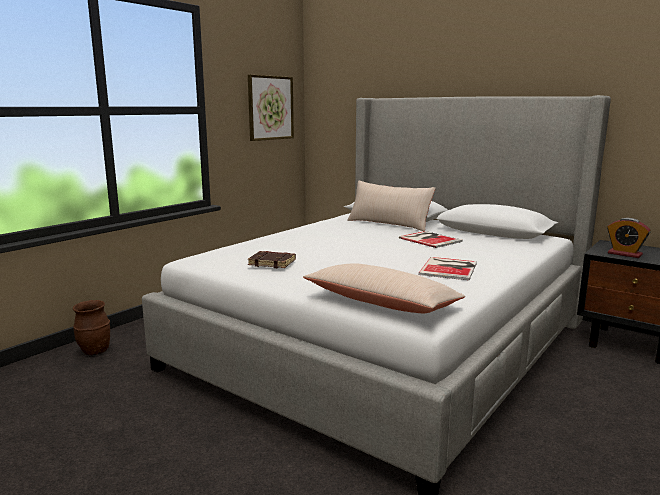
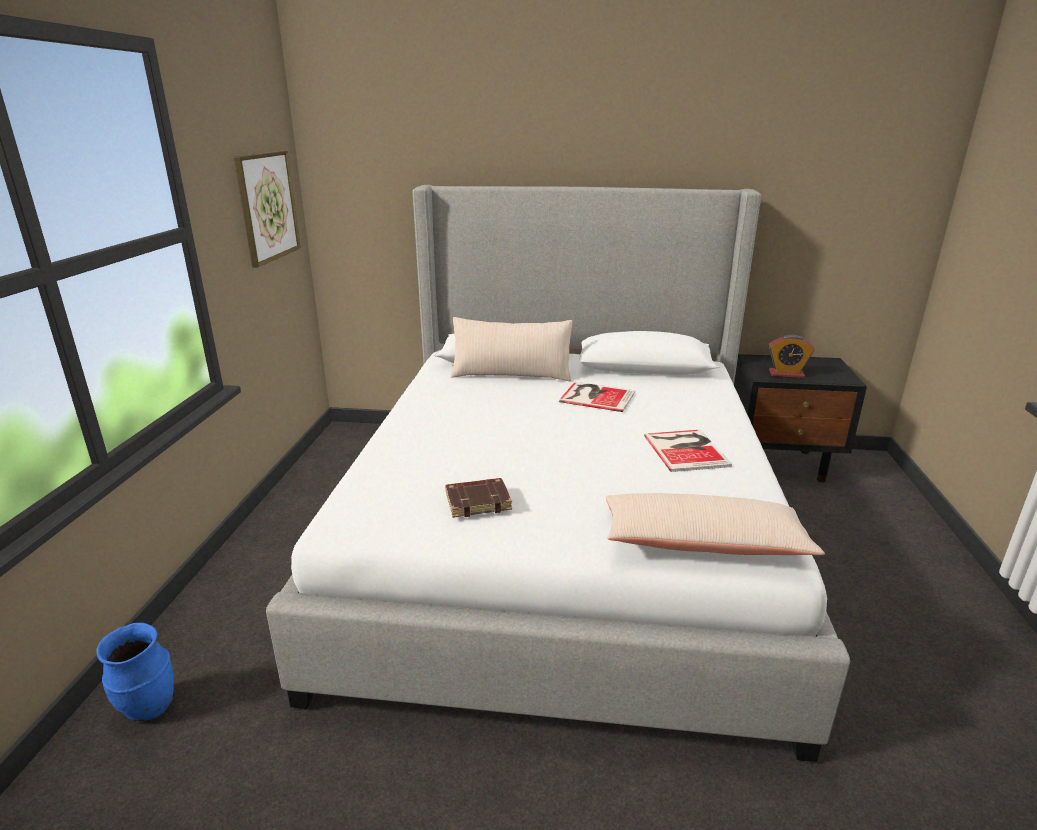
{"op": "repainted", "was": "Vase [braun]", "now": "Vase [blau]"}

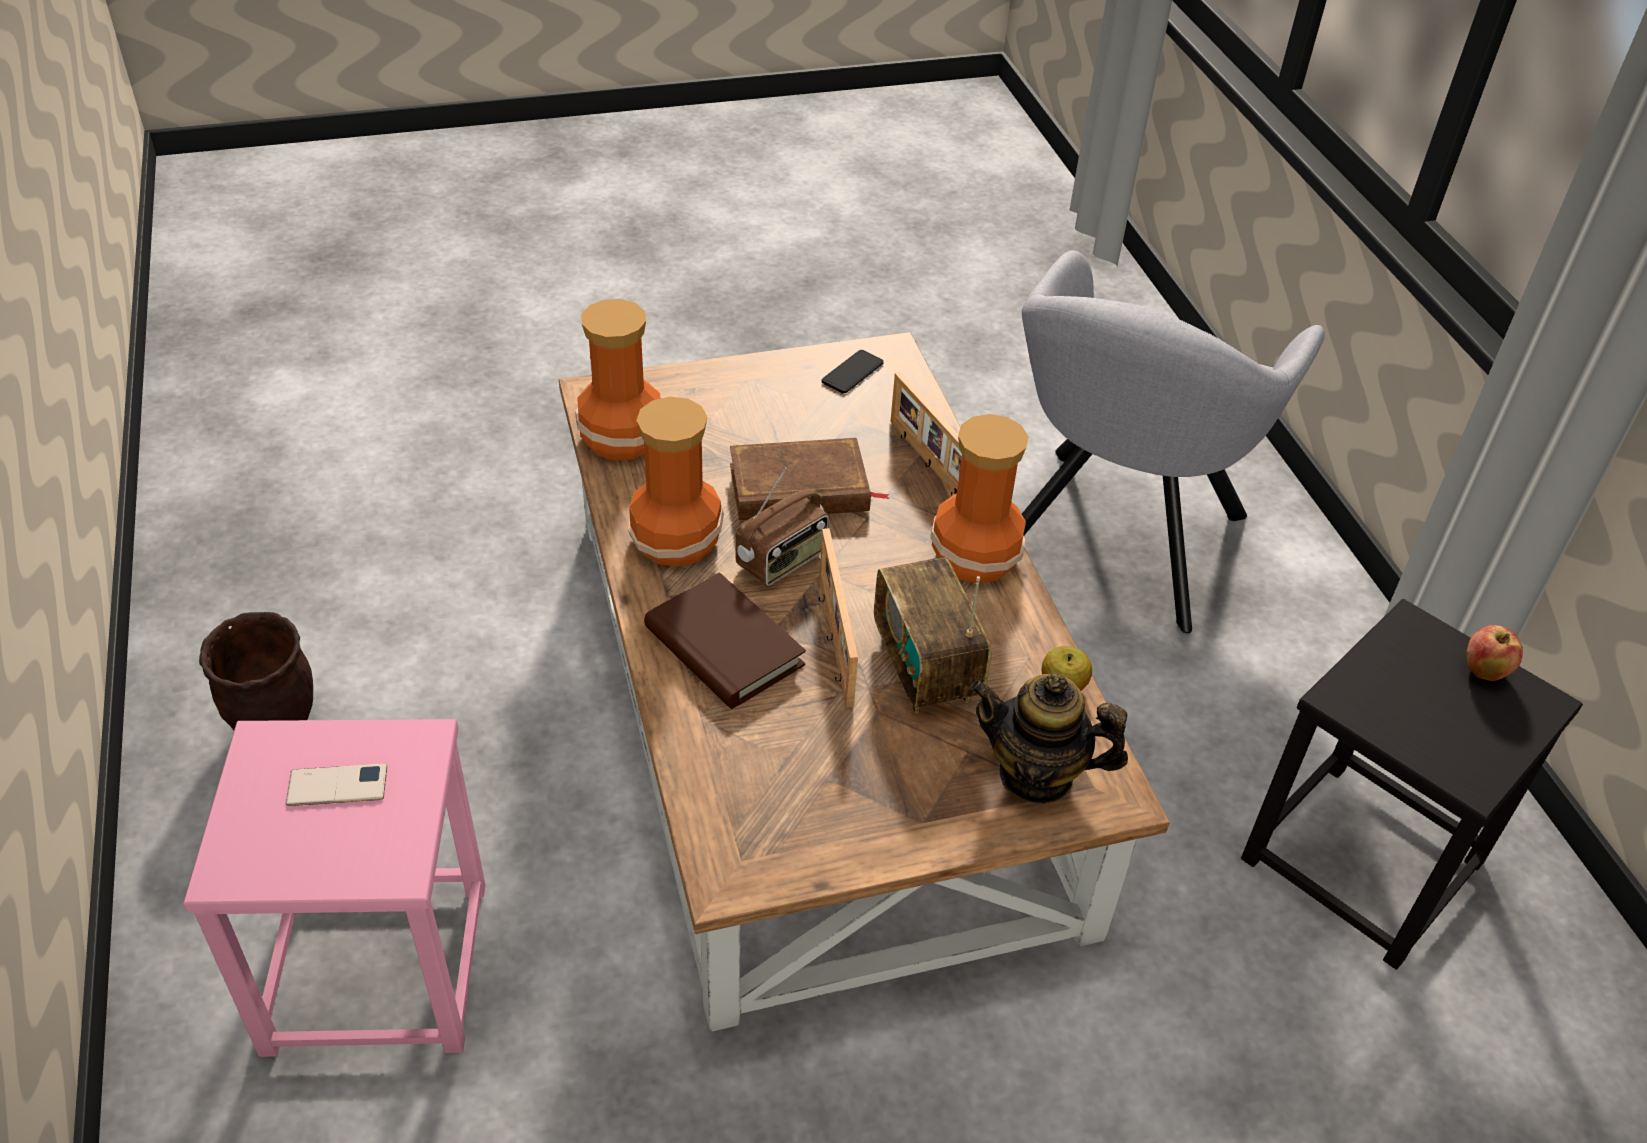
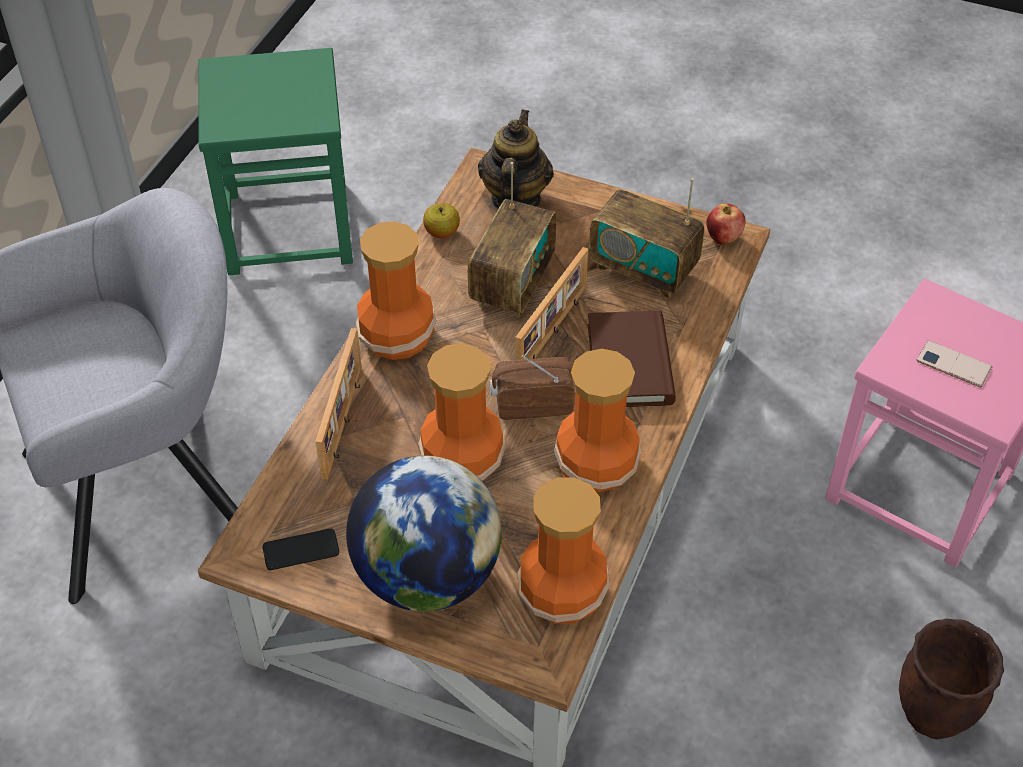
{"op": "swapped", "was": "Buch [braun] (no. 2 from left)", "now": "Vase (no. 2 from left)"}
{"op": "repainted", "was": "Hocker [schwarz]", "now": "Hocker [grün]"}
{"op": "shifted", "was": "Apfel (no. 2 from left)"}
{"op": "rotated", "was": "Teekanne", "clockwise": -135}
{"op": "new", "now": "Radio (no. 3 from left)"}
{"op": "new", "now": "Globus"}

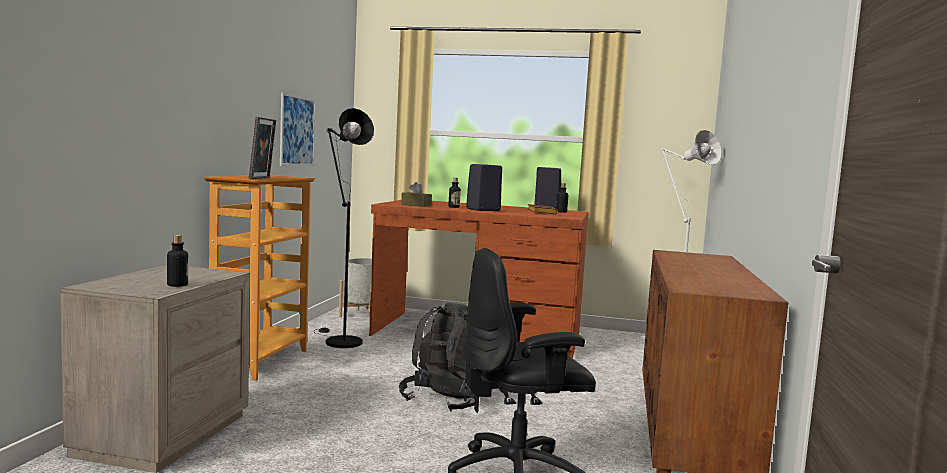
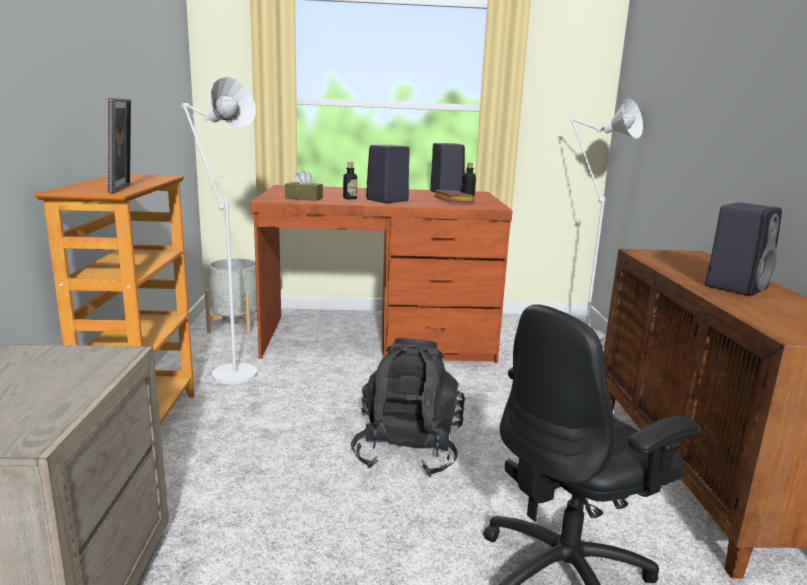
{"op": "gone", "was": "Bild"}
{"op": "repainted", "was": "Stehlampe [schwarz]", "now": "Stehlampe [weiß] (no. 1 from left)"}
{"op": "gone", "was": "Flasche (no. 1 from left)"}
{"op": "new", "now": "Lautsprecher [schwarz] (no. 3 from left)"}

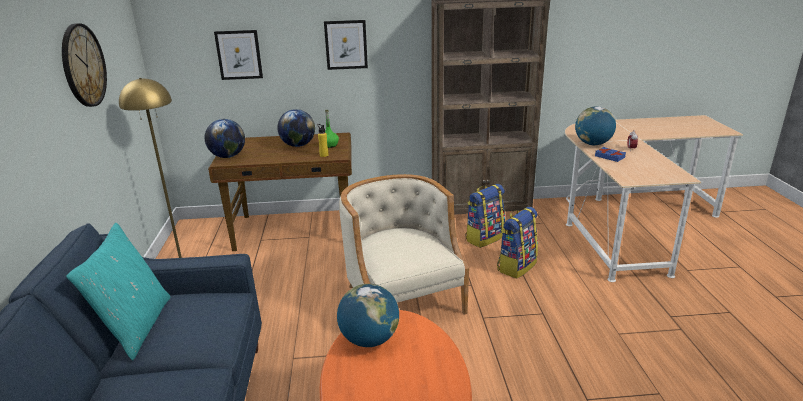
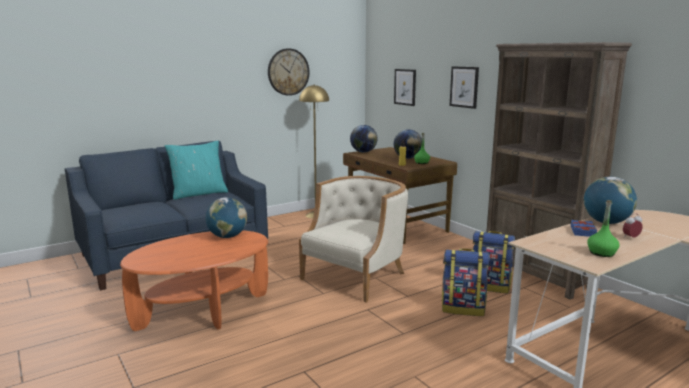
{"op": "new", "now": "Flasche [grün] (no. 2 from left)"}

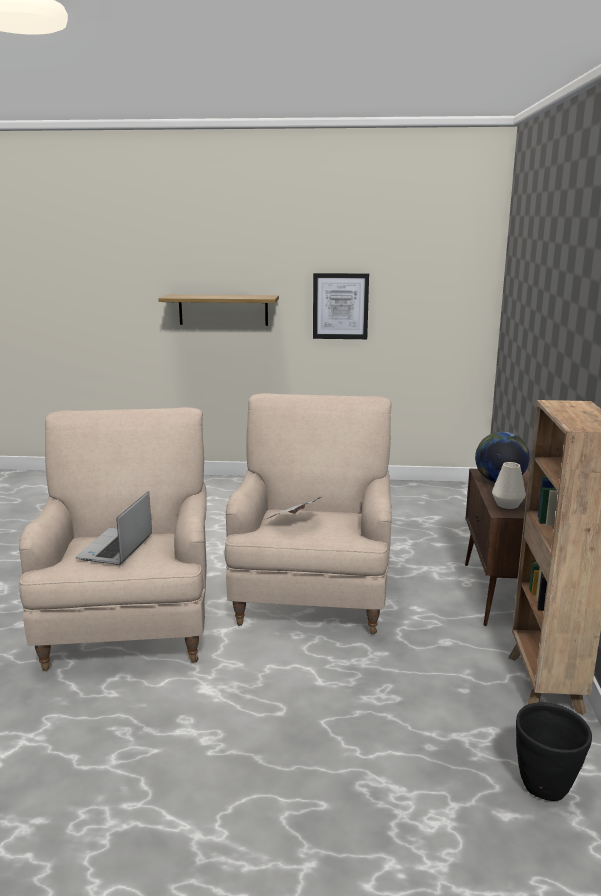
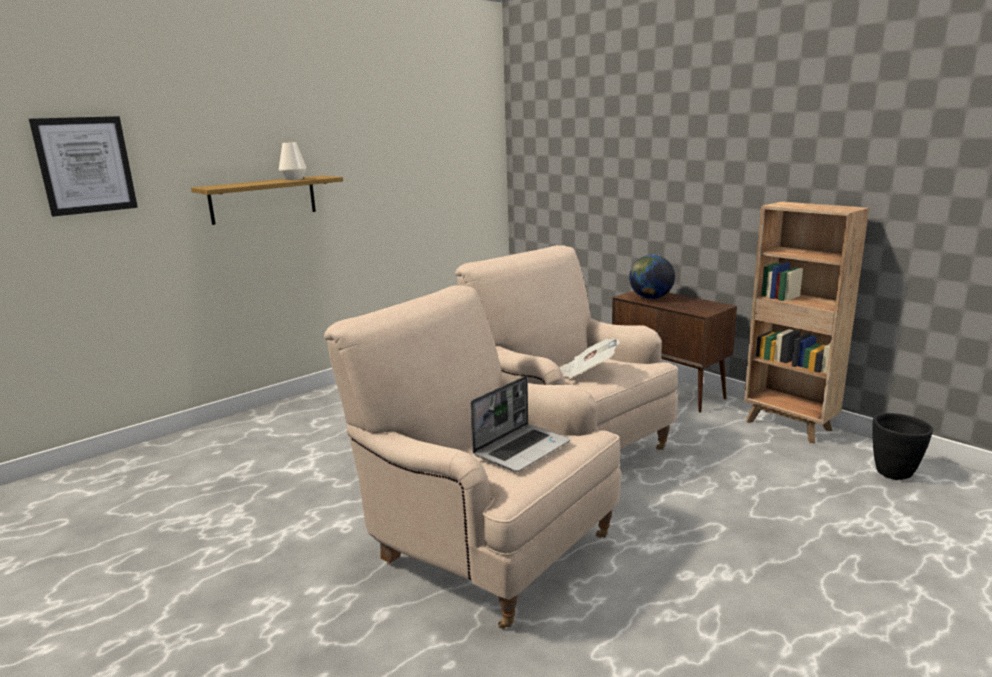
{"op": "shifted", "was": "Bild"}
{"op": "shifted", "was": "Vase [weiß]"}
{"op": "rotated", "was": "Laptop", "clockwise": -105}

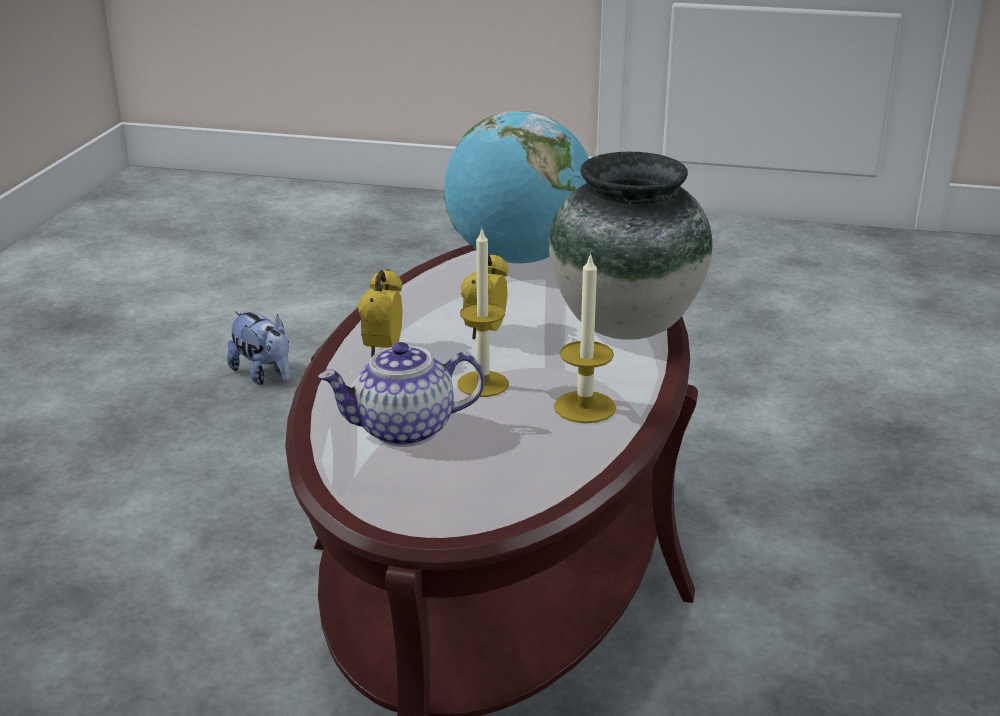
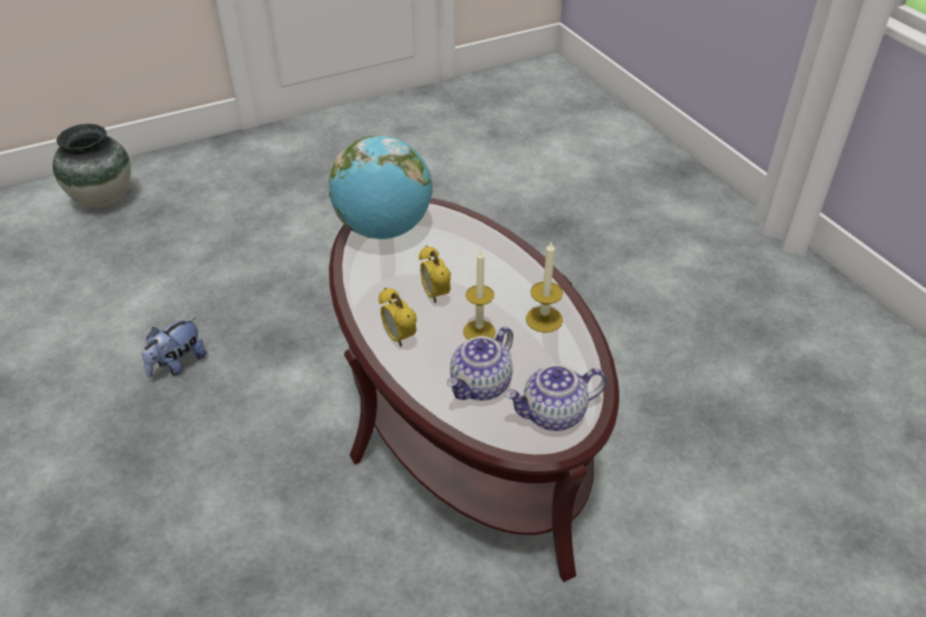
{"op": "shifted", "was": "Vase"}
{"op": "rotated", "was": "Plüschtier", "clockwise": 120}
{"op": "new", "now": "Teekanne (no. 2 from left)"}

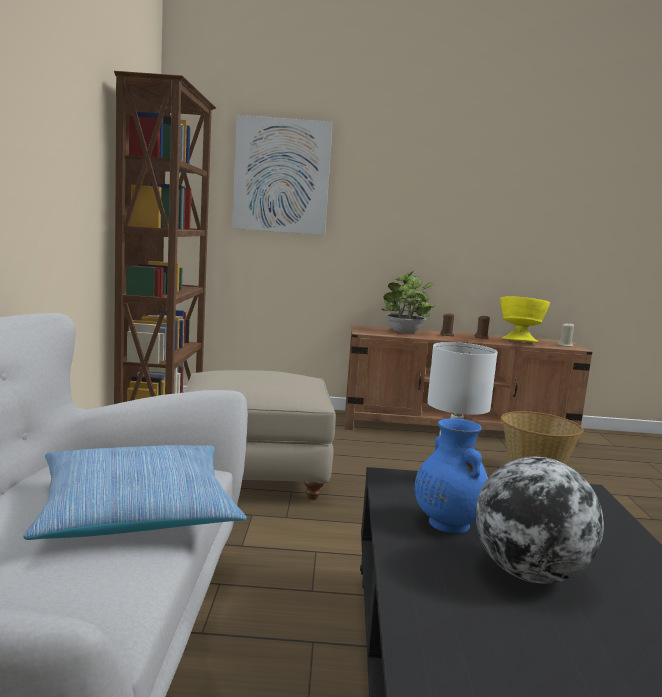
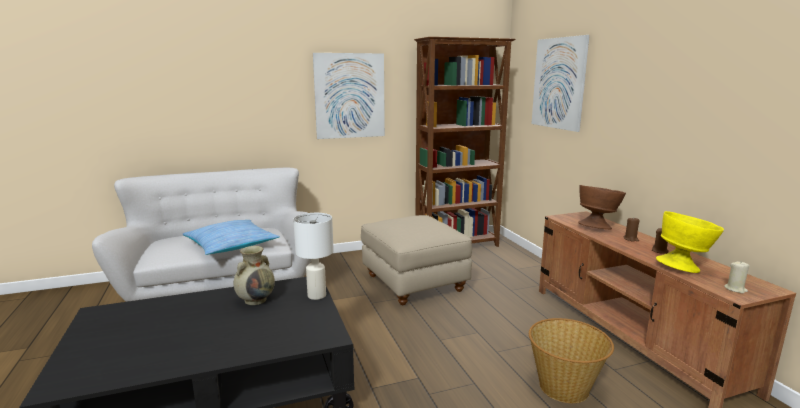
{"op": "swapped", "was": "Topfpflanze", "now": "Schüssel [braun]"}
{"op": "repainted", "was": "Vase [blau]", "now": "Vase [beige]"}
{"op": "gone", "was": "Globus"}
{"op": "new", "now": "Bild (no. 1 from left)"}

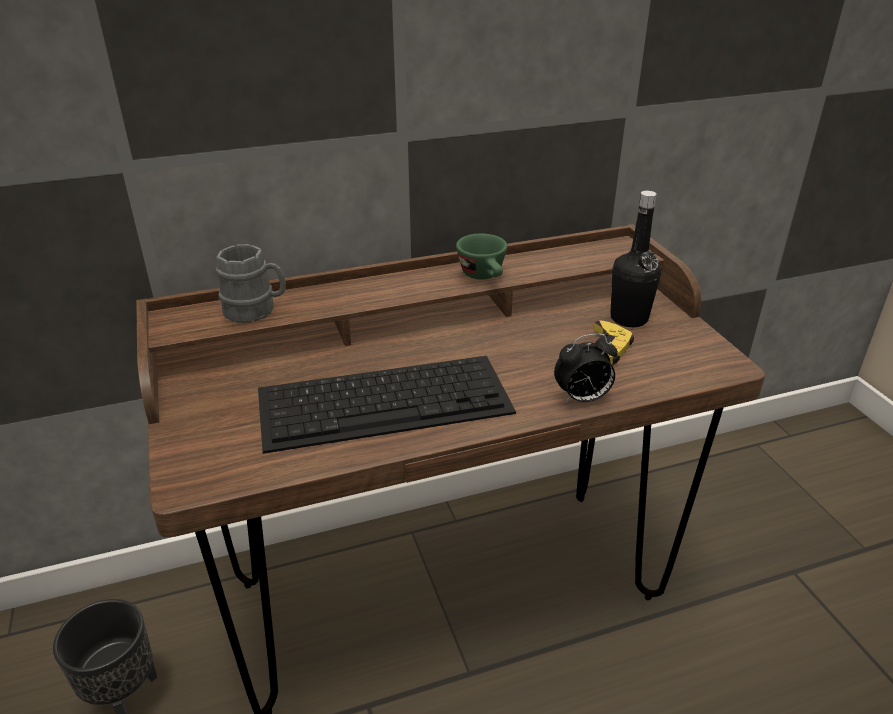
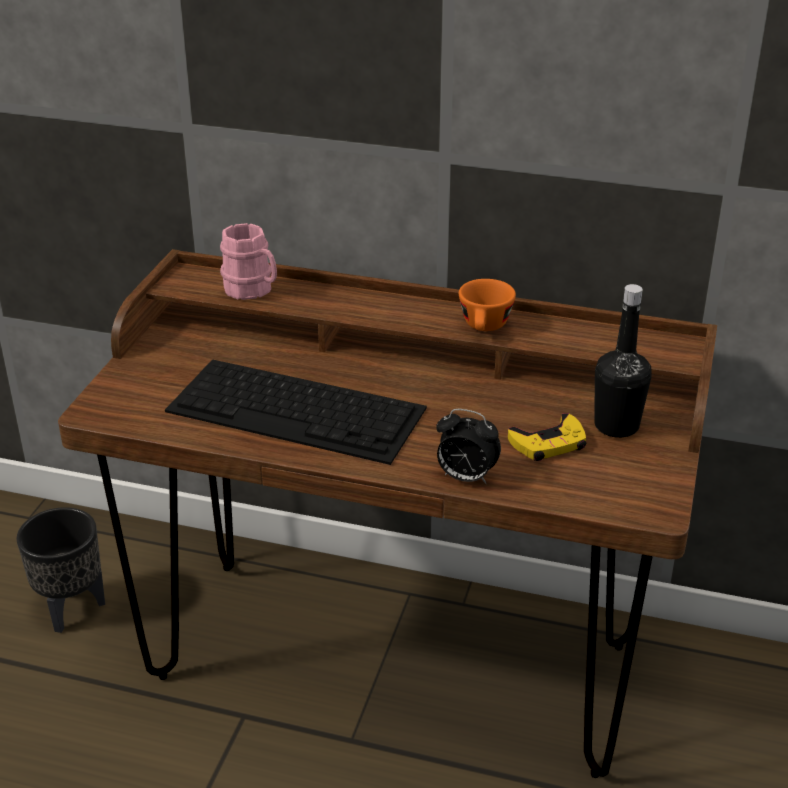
{"op": "repainted", "was": "Tasse [grün]", "now": "Tasse [orange]"}
{"op": "repainted", "was": "Henkelbecher [grau]", "now": "Henkelbecher [rosa]"}

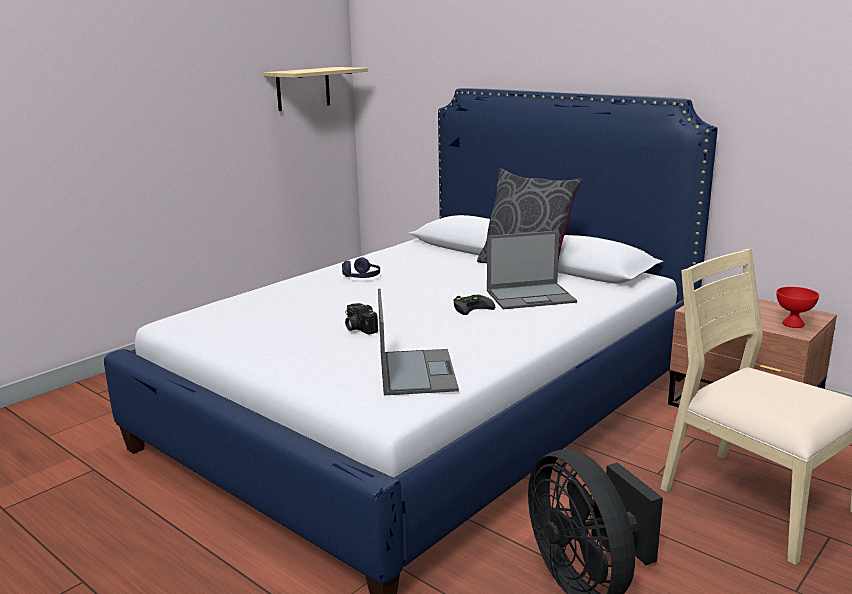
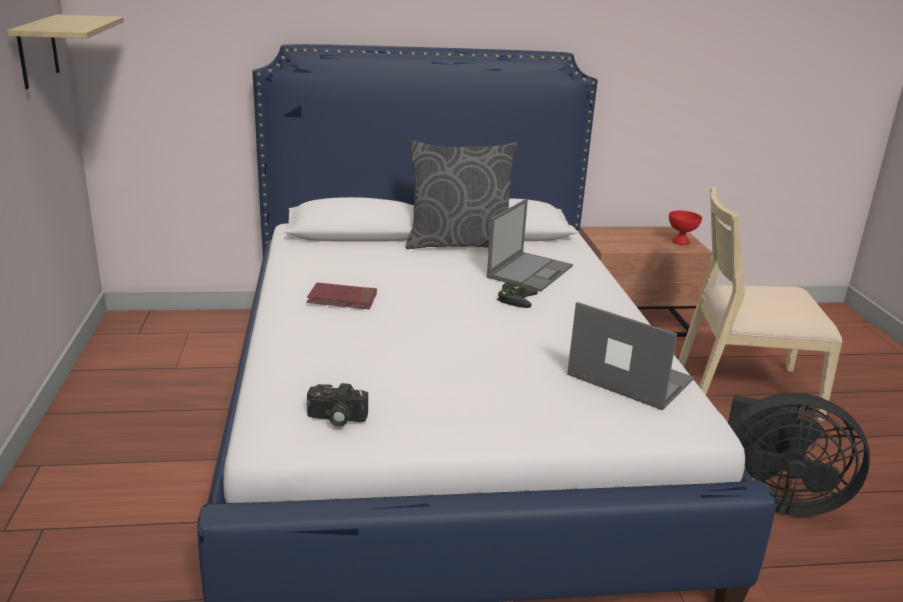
{"op": "swapped", "was": "Kopfhörer [lila]", "now": "Buch [rot]"}
{"op": "shifted", "was": "Kamera"}

